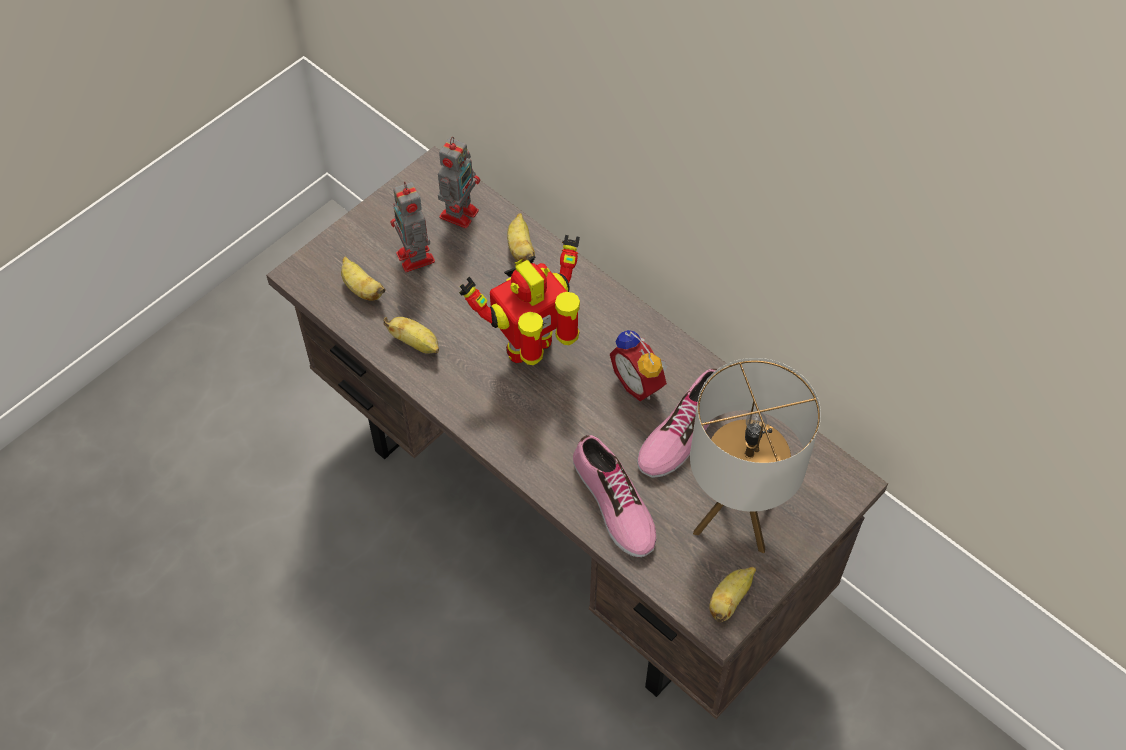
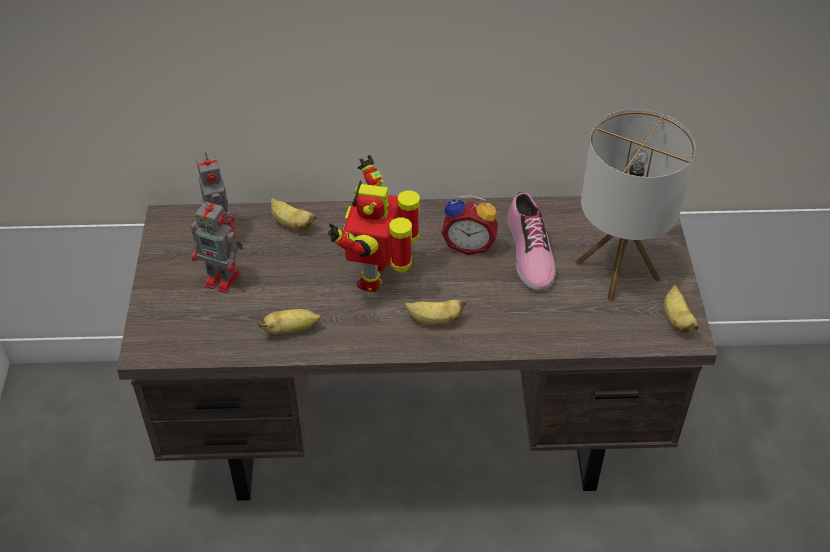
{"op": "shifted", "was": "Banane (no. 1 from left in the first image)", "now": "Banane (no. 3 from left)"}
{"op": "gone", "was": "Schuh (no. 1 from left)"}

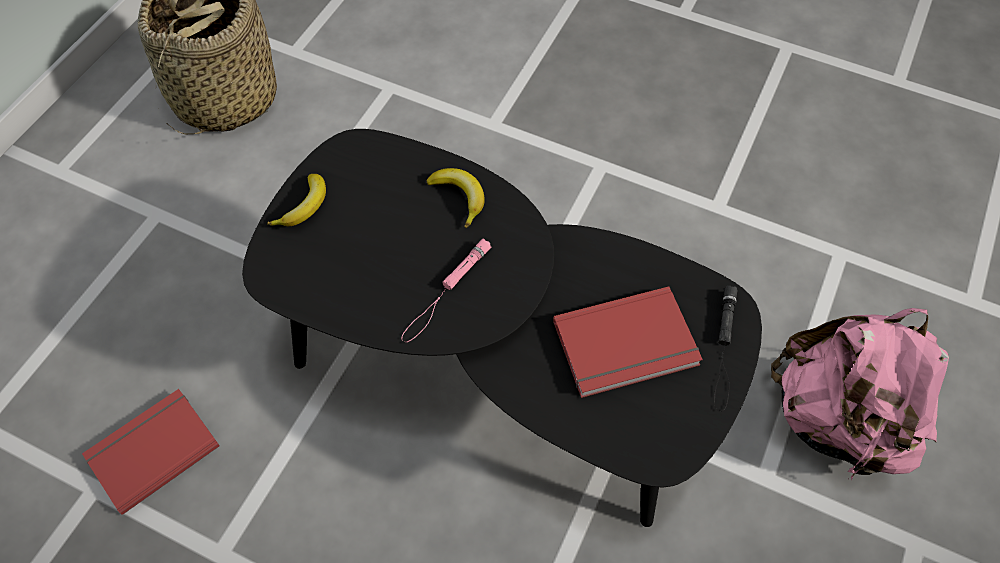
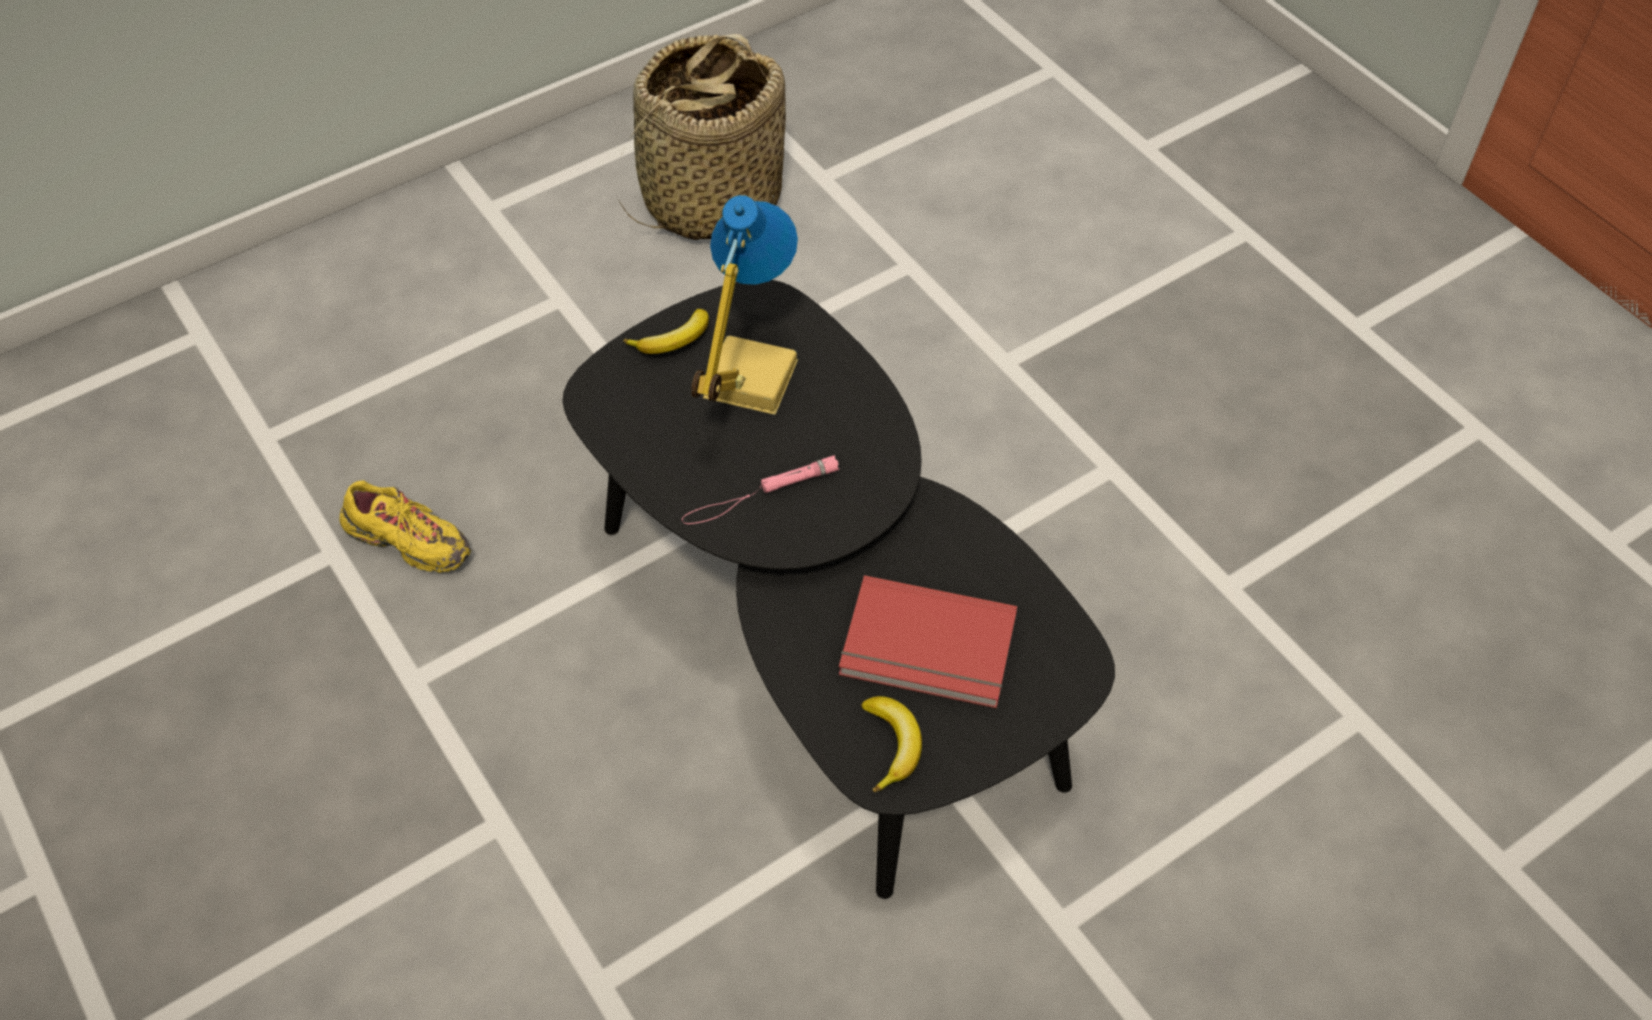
{"op": "shifted", "was": "Banane (no. 2 from left)"}
{"op": "gone", "was": "Taschenlampe [schwarz]"}
{"op": "gone", "was": "Rucksack [rosa]"}
{"op": "swapped", "was": "Buch [rot] (no. 1 from left)", "now": "Schuh [gelb]"}
{"op": "new", "now": "Tischlampe"}

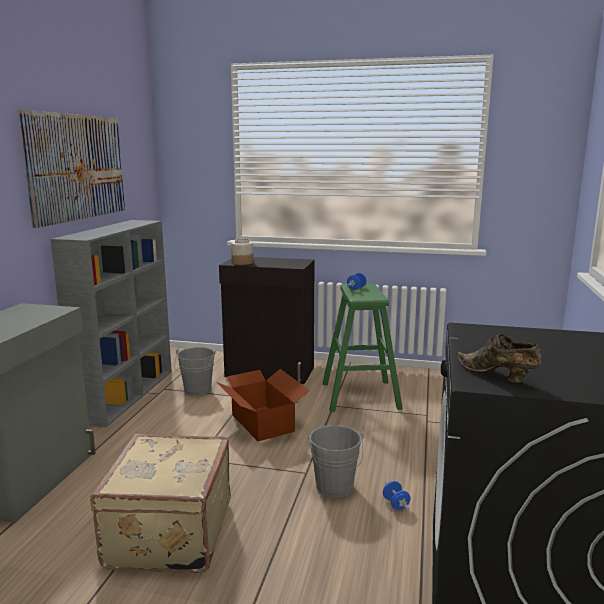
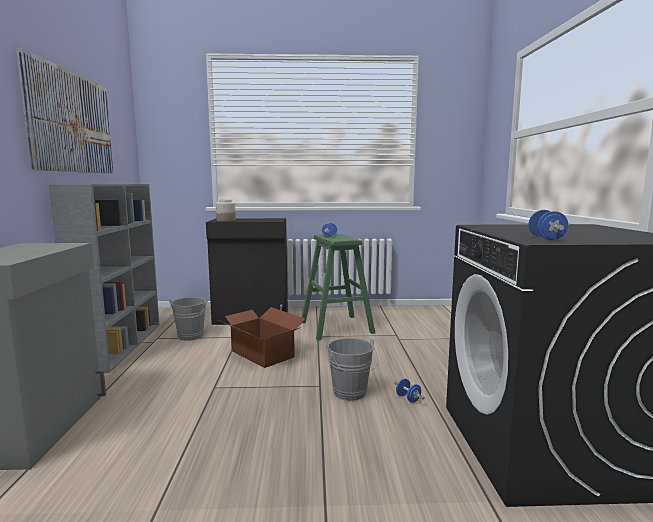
{"op": "swapped", "was": "Schuh [braun]", "now": "Hantel [blau] (no. 3 from left)"}
{"op": "gone", "was": "Koffer [beige]"}

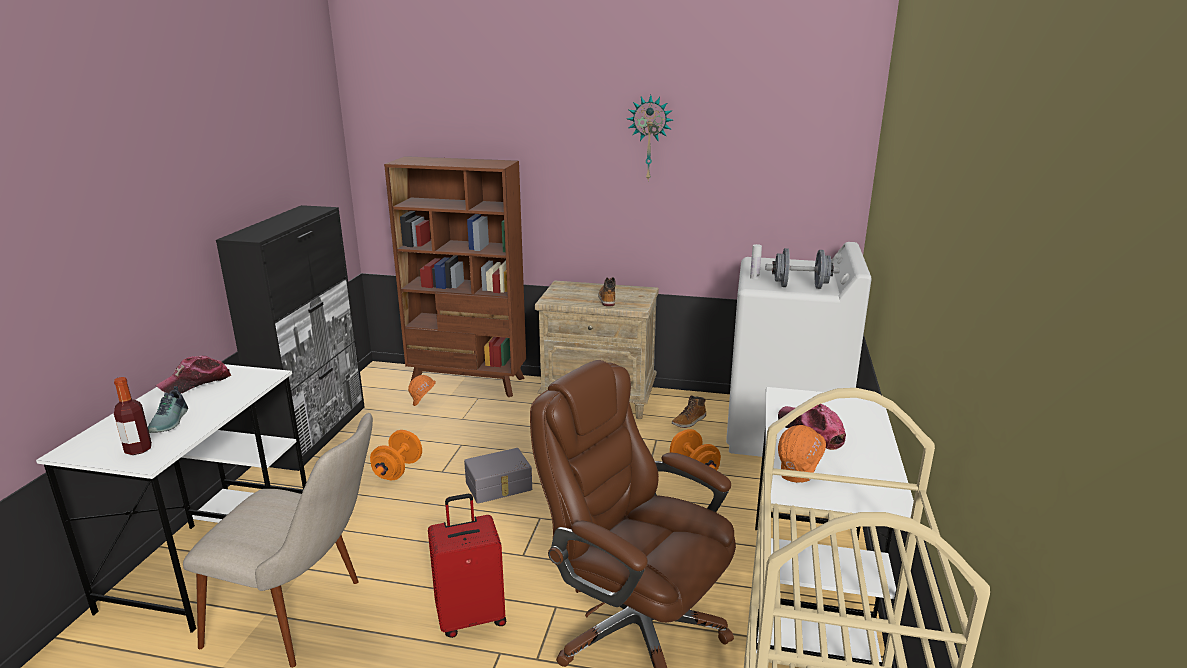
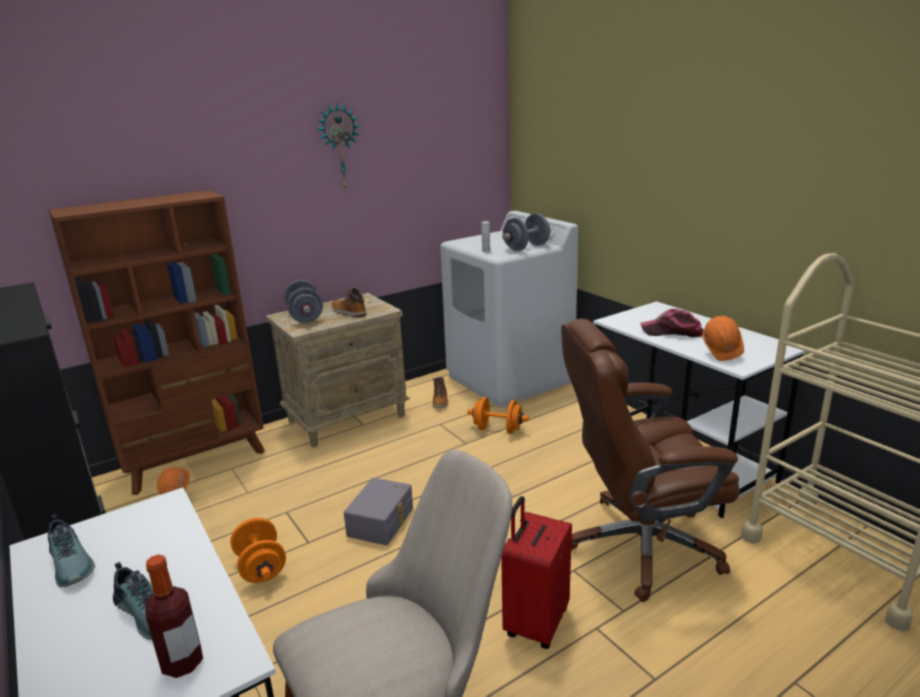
{"op": "swapped", "was": "Kappe (no. 1 from left)", "now": "Schuh (no. 1 from left)"}
{"op": "new", "now": "Hantel [grau] (no. 1 from left)"}

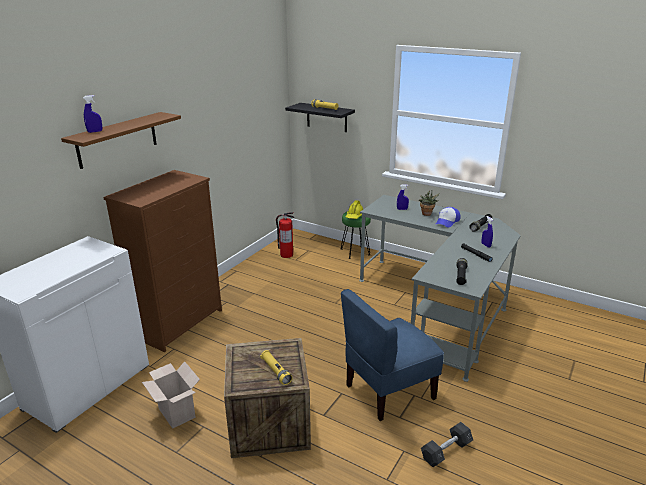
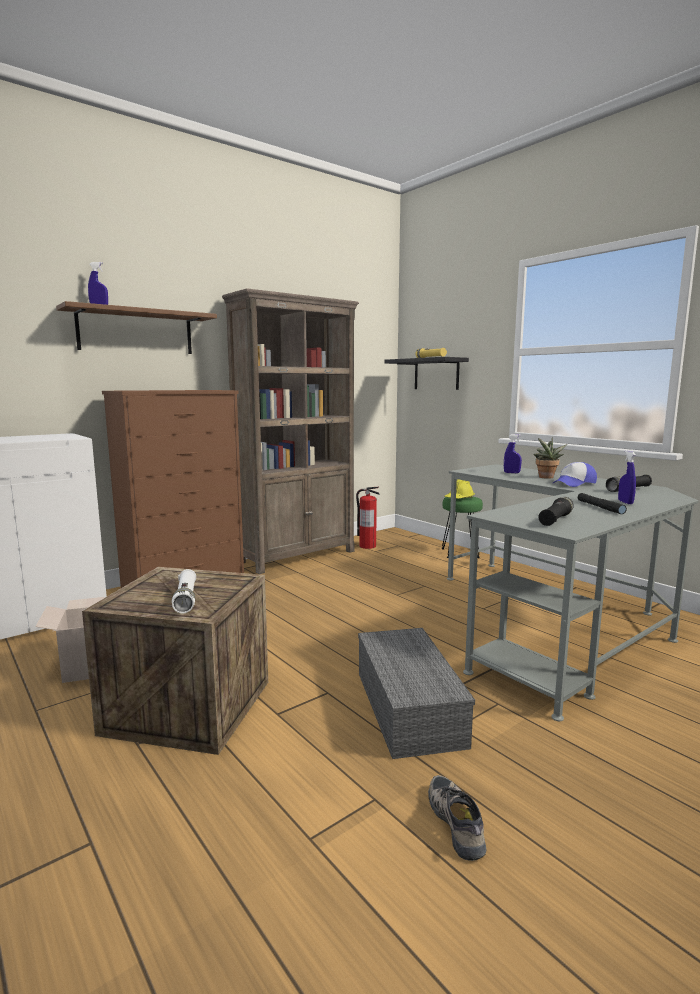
{"op": "swapped", "was": "Stuhl [blau]", "now": "Aufbewahrungsbox [grau]"}
{"op": "repainted", "was": "Taschenlampe [gelb] (no. 1 from left)", "now": "Taschenlampe [weiß]"}
{"op": "swapped", "was": "Hantel [grau]", "now": "Schuh"}
{"op": "new", "now": "Bücherregal [braun]"}

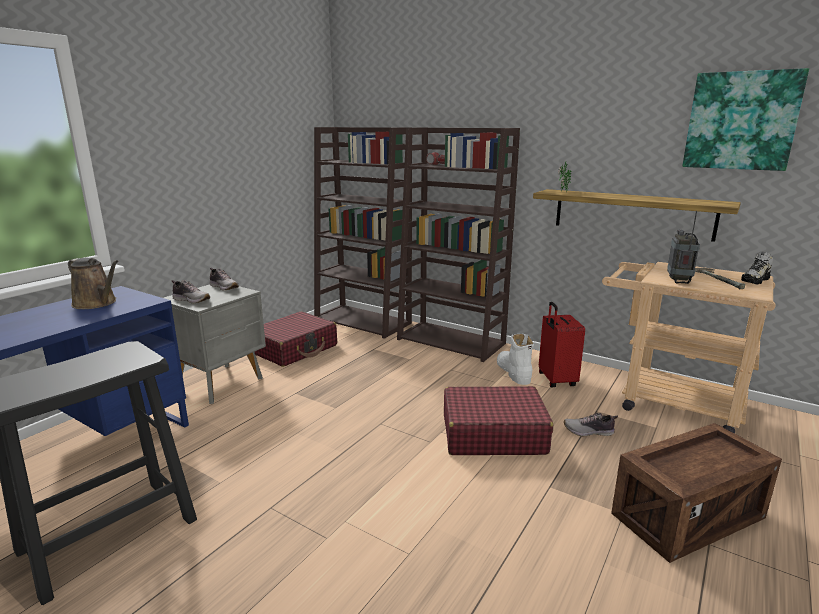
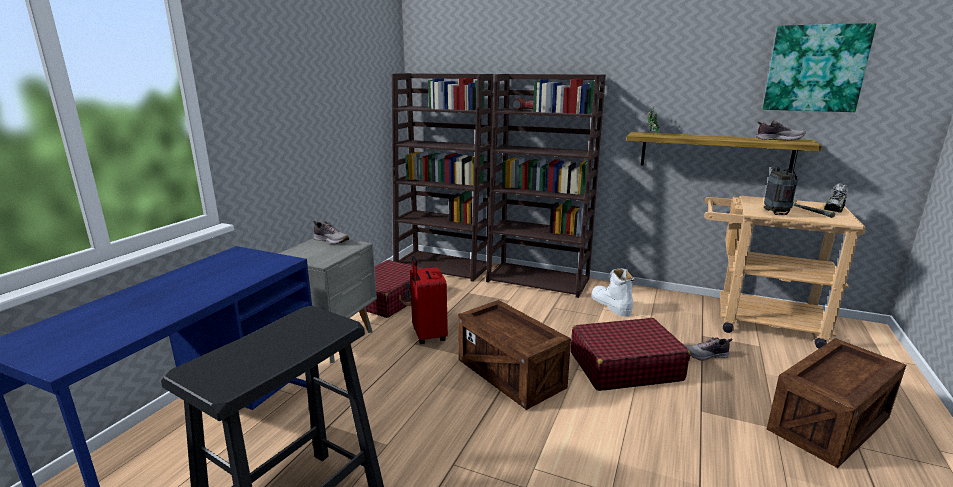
{"op": "gone", "was": "Gießkanne [braun]"}
{"op": "shifted", "was": "Schuh (no. 1 from left in the first image)", "now": "Schuh (no. 3 from left)"}
{"op": "shifted", "was": "Koffer [rot] (no. 3 from left in the first image)", "now": "Koffer [rot] (no. 2 from left)"}
{"op": "new", "now": "Kiste (no. 1 from left)"}

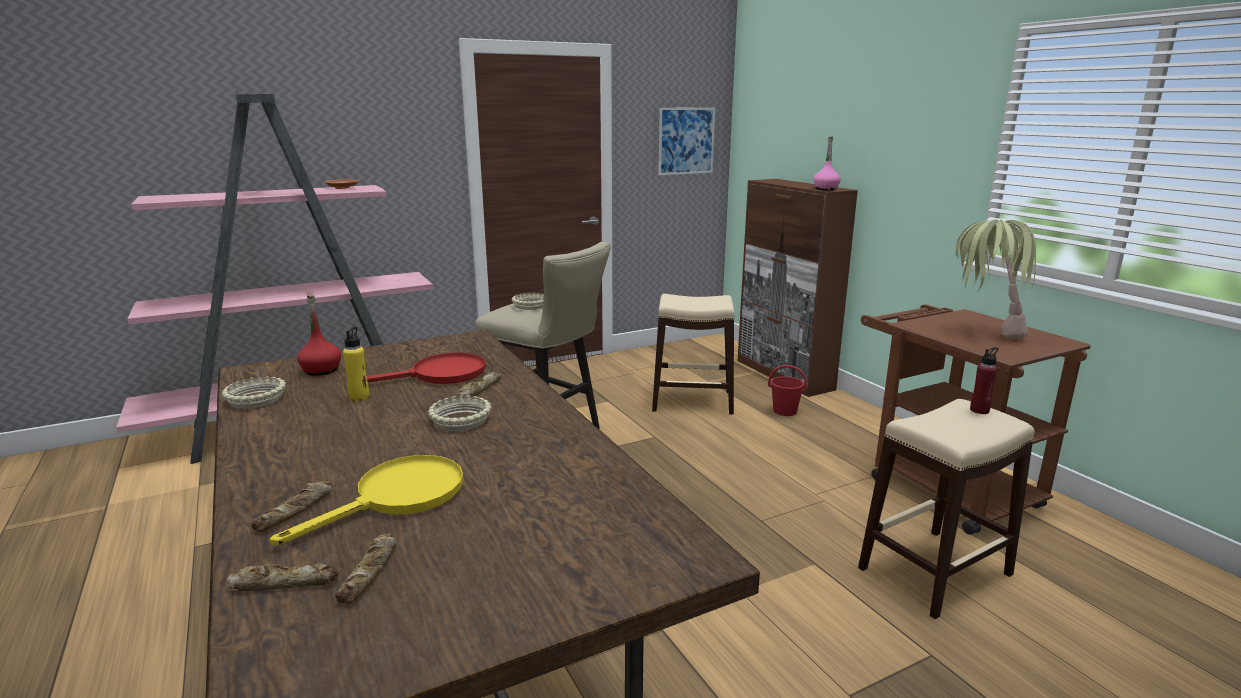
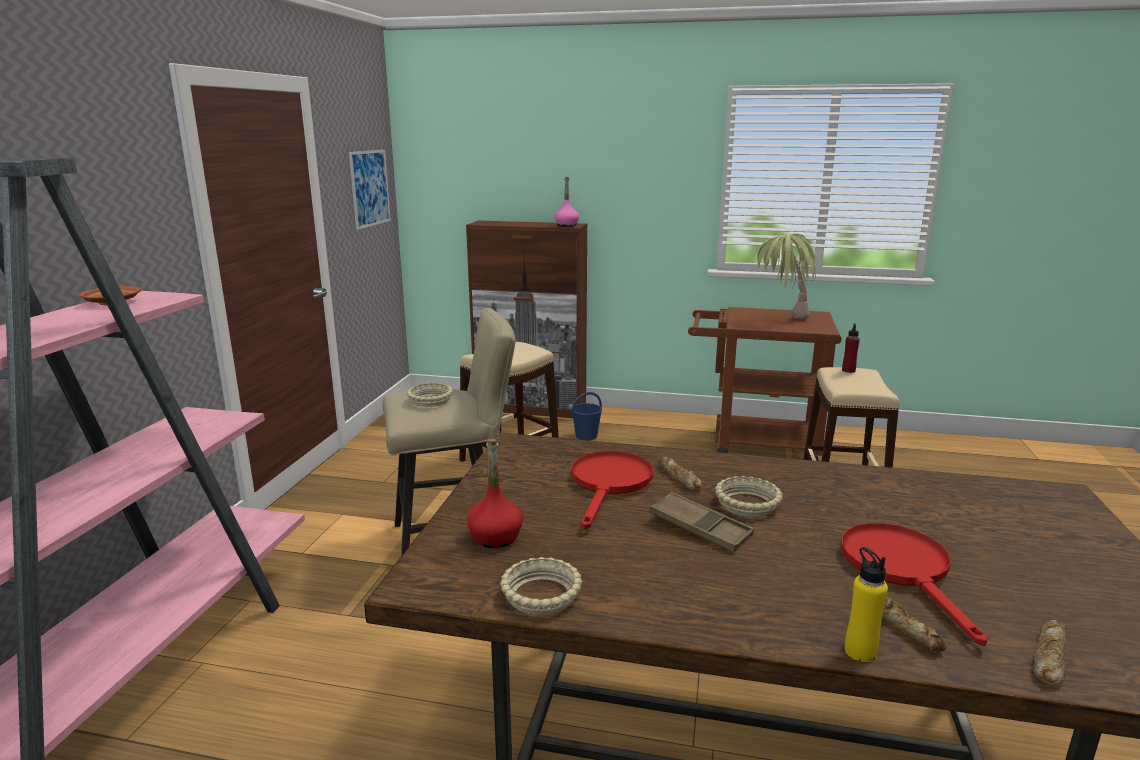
{"op": "shifted", "was": "Flasche [gelb]"}
{"op": "repainted", "was": "Eimer [rot]", "now": "Eimer [blau]"}
{"op": "repainted", "was": "Pfanne [gelb]", "now": "Pfanne [rot] (no. 2 from left)"}
{"op": "gone", "was": "Brot (no. 3 from left)"}
{"op": "new", "now": "Tablett [braun]"}

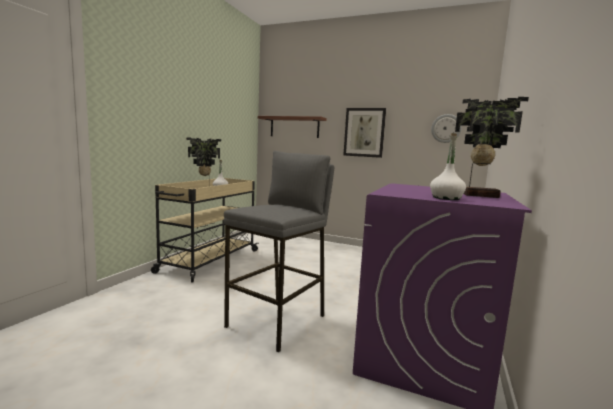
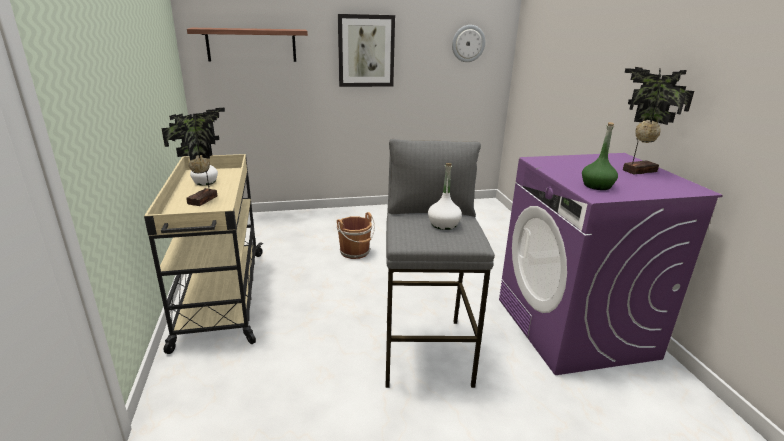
{"op": "shifted", "was": "Flasche [weiß] (no. 2 from left)"}
{"op": "new", "now": "Flasche [grün]"}
{"op": "new", "now": "Eimer [braun]"}

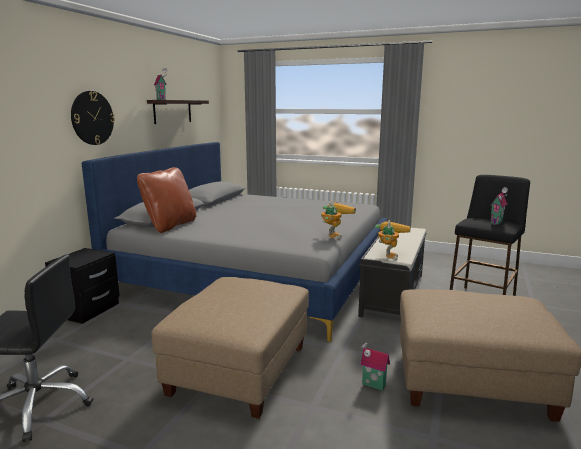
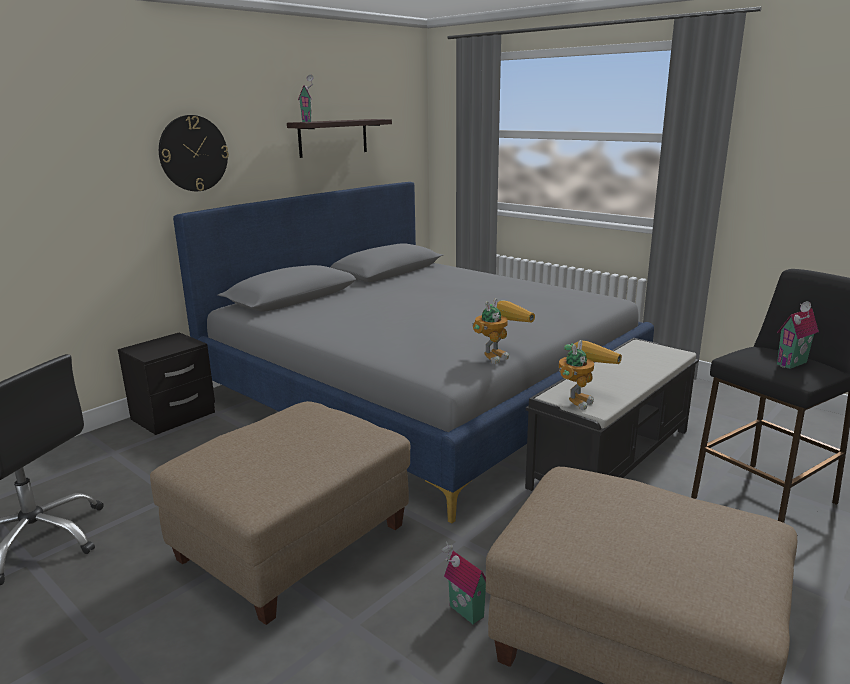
{"op": "gone", "was": "Kissen [braun]"}

